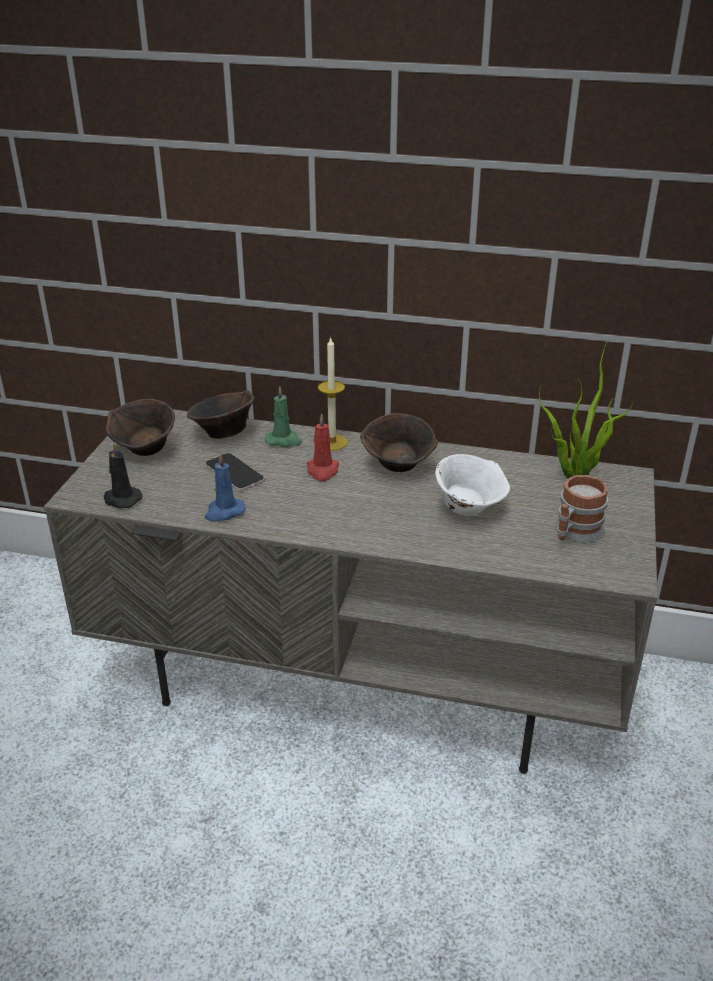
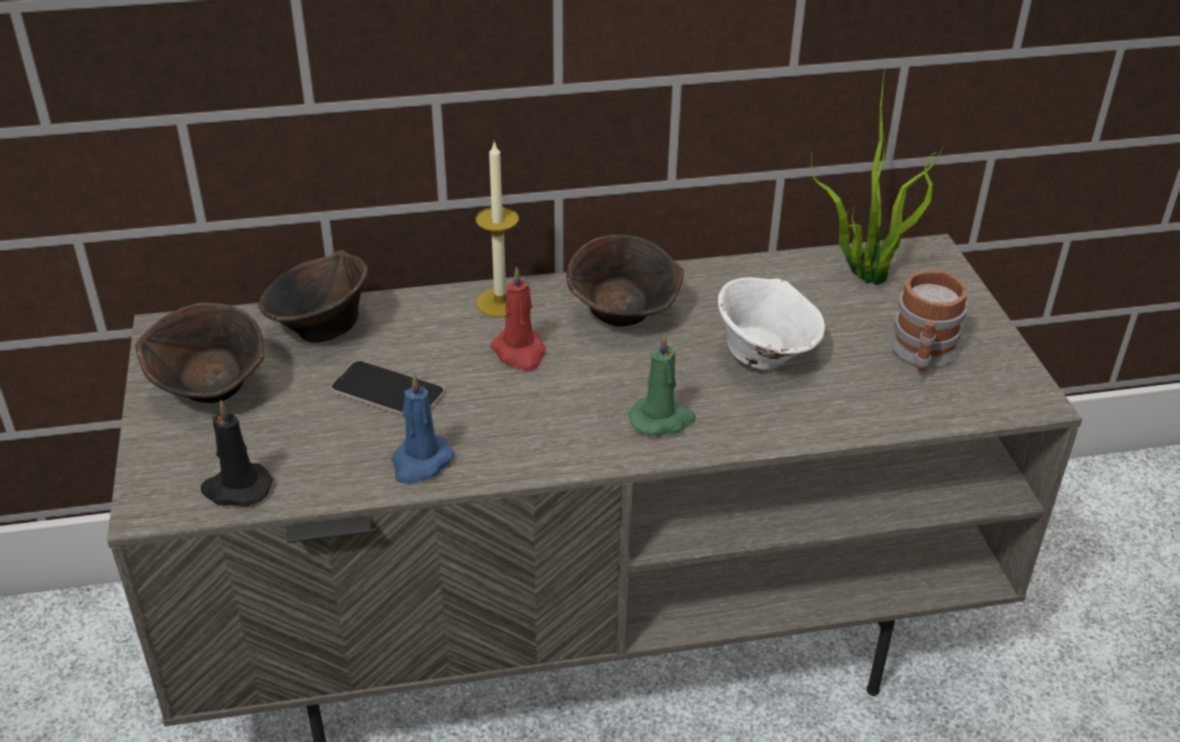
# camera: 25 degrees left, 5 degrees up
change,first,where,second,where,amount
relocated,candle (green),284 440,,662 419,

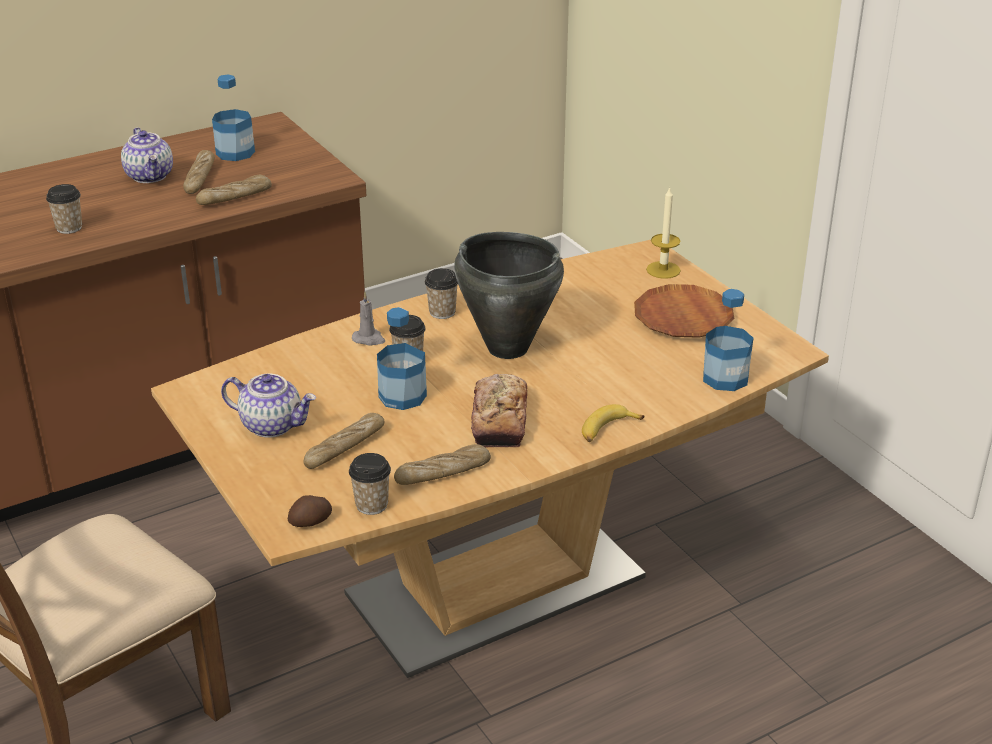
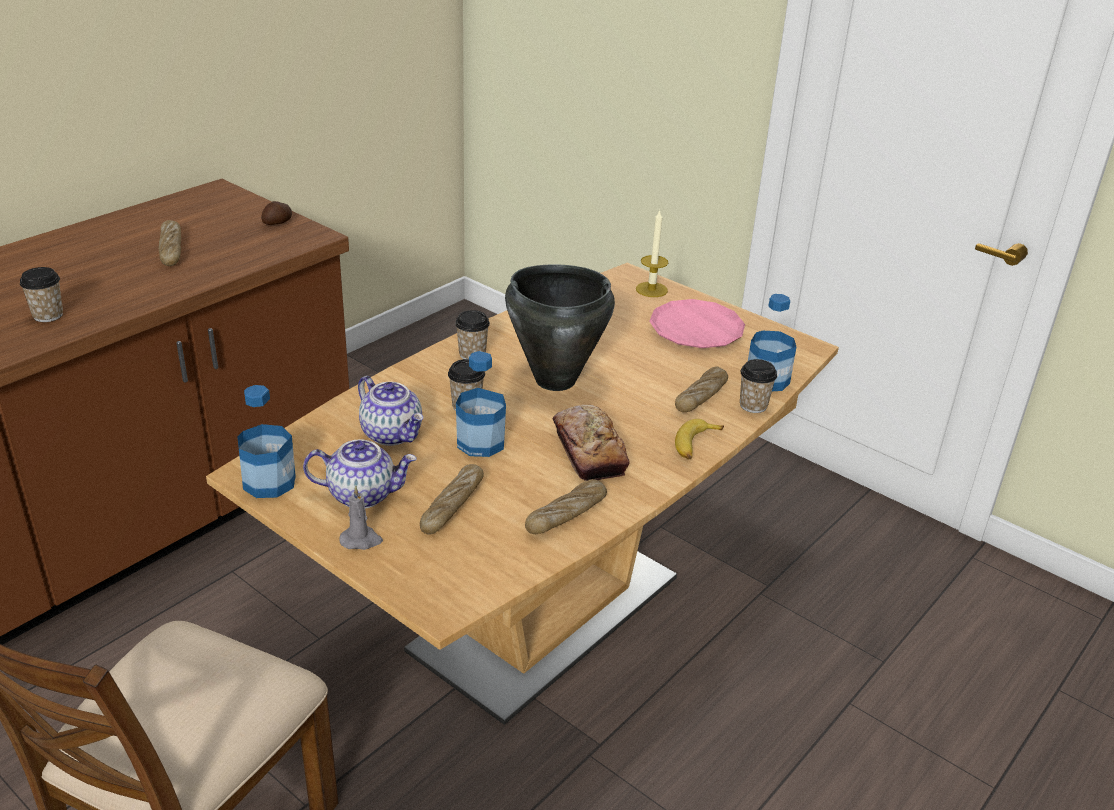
# camera: 20 degrees left, 0 degrees up
change,first,where,second,where,amount
relocated,bottle,235 153,,269 482,
relocated,potato,311 522,,278 223,
relocated,candle (grey),369 339,,361 540,
relocated,teapot,150 176,,393 434,
colour,plate (brown),683 318,plate (pink),696 330,
relocated,bread,235 197,,701 396,
relocated,cup,371 505,,753 405,

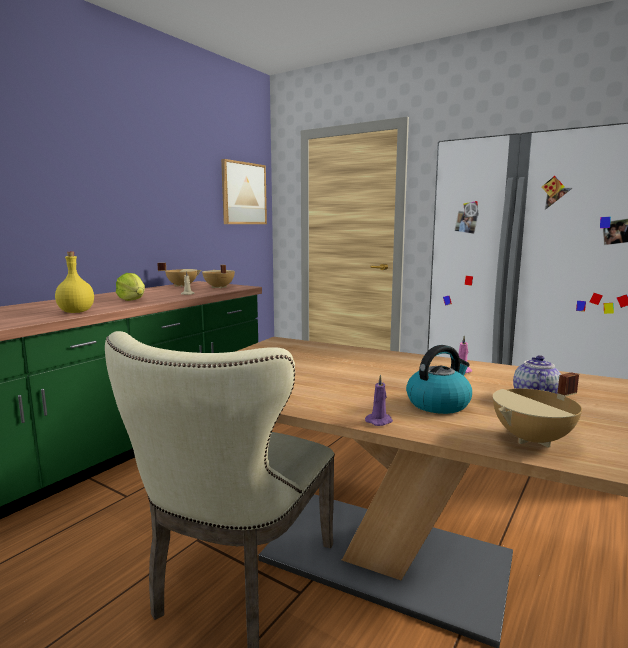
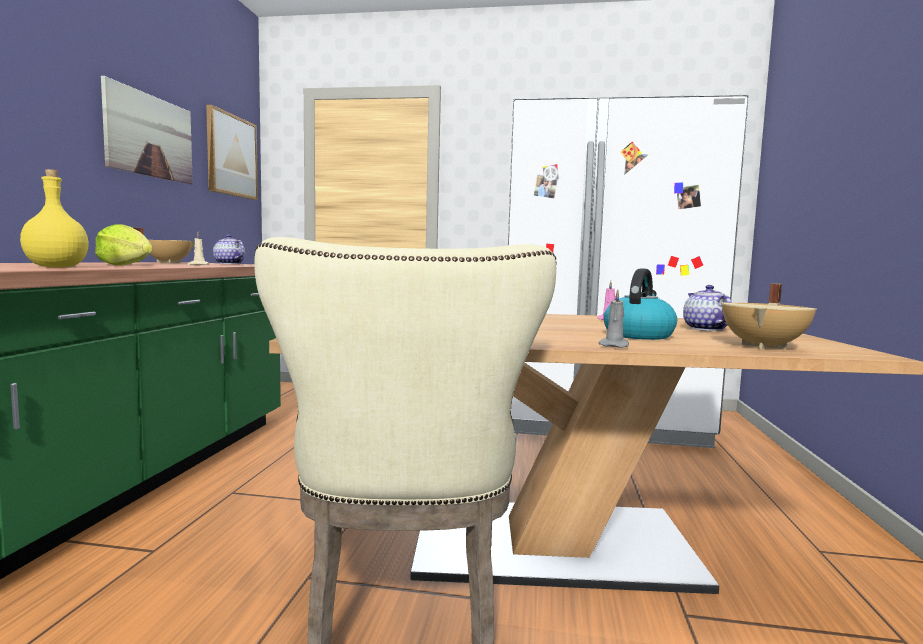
# camera: 25 degrees left, 5 degrees down
change,first,where,second,where,amount
appeared,,,picture,150 136,
exchanged,cooking pot (beige),218 287,teapot,228 264,
colour,candle (purple),379 421,candle (grey),614 346,

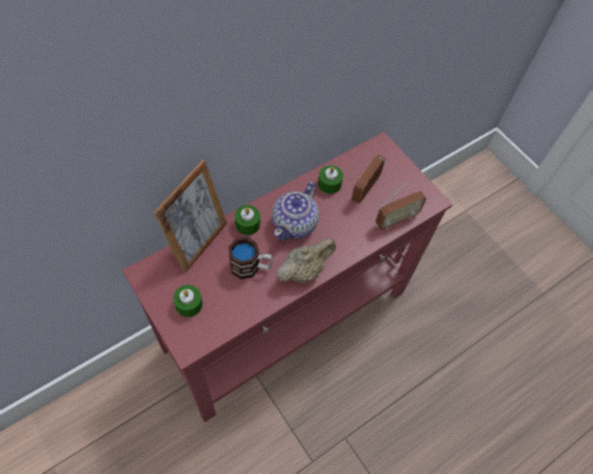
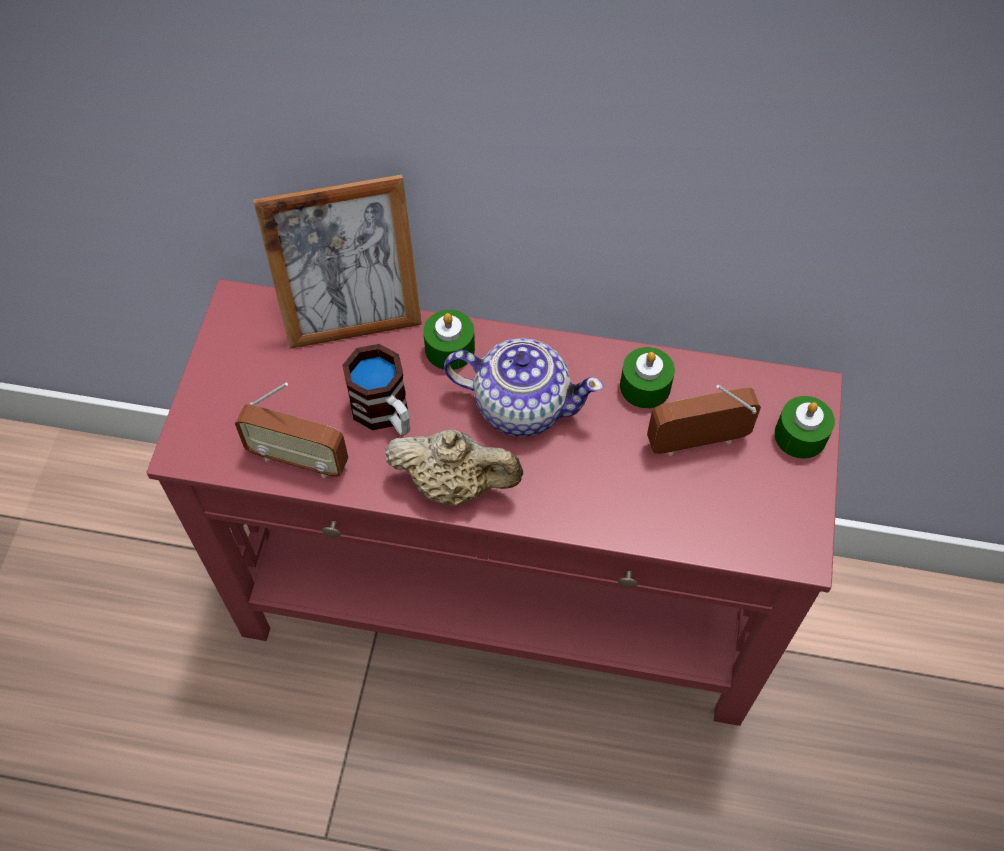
# camera: 50 degrees right, 0 degrees up
change,first,where,second,where,amount
relocated,radio,396 219,,298 459,
spun,teapot,295 224,,520 405,150 degrees counterclockwise
relocated,candle (green),189 304,,800 435,

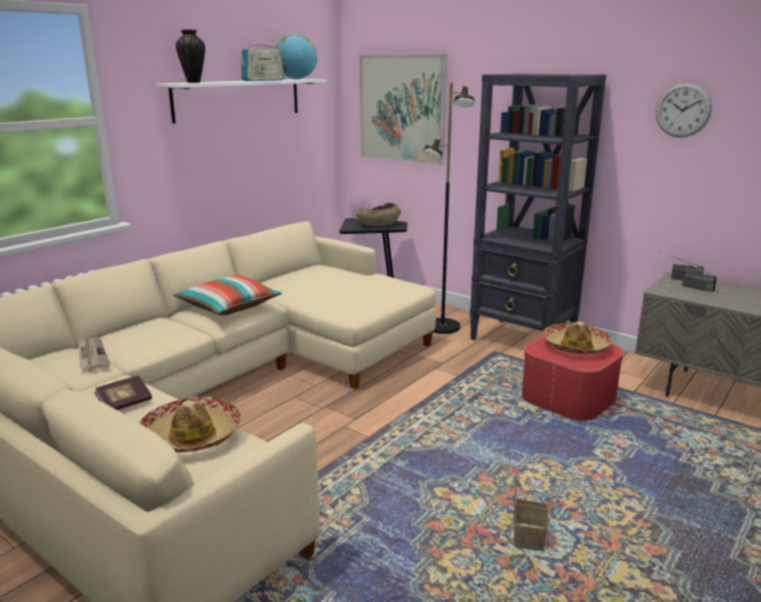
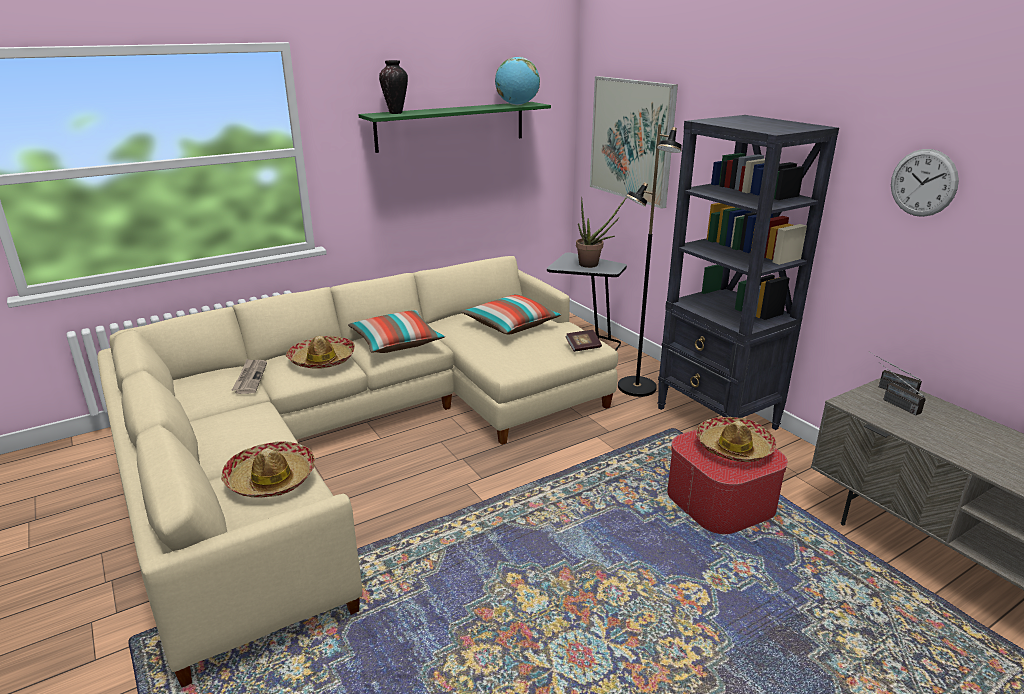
# camera: 20 degrees right, 5 degrees up
change,first,where,second,where,amount
appeared,,,hat,322 360,
colour,shelf (white),238 99,shelf (green),451 126,
appeared,,,pillow,511 325,
relocated,book,125 403,,583 347,
exchanged,bowl (brown),378 224,potted plant,593 265,
missing,radio,263 80,,,
missing,basket,529 538,,,

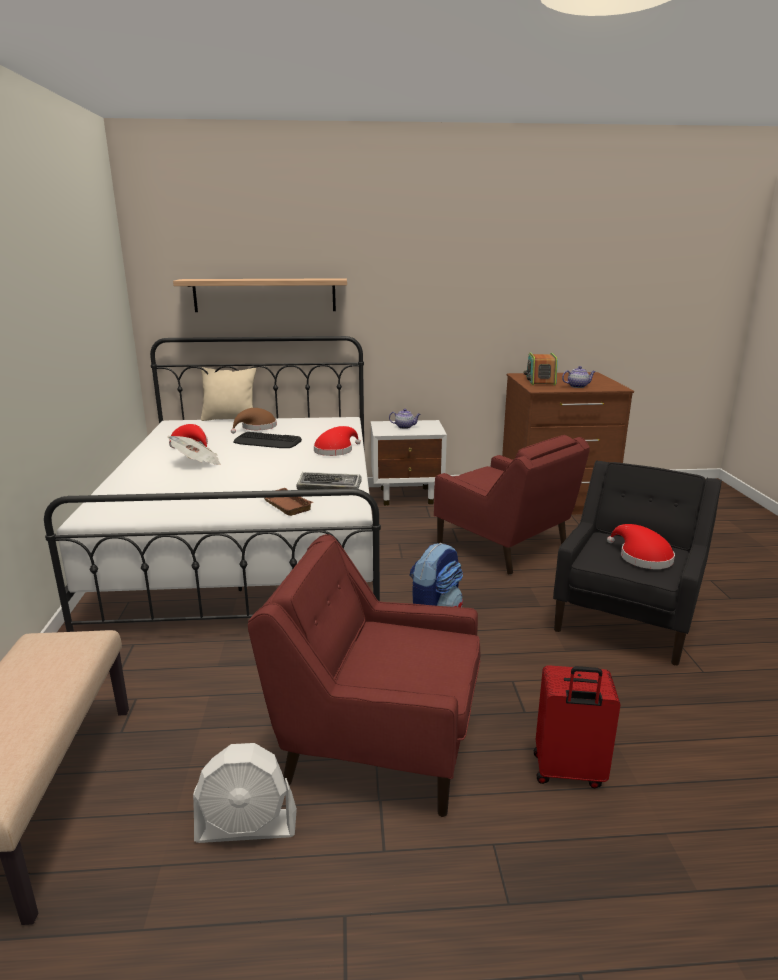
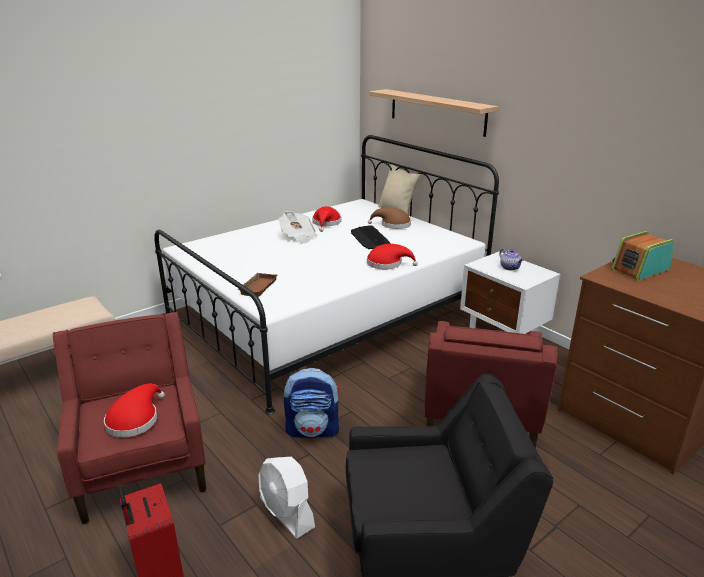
# camera: 55 degrees right, 5 degrees up
change,first,where,second,where,amount
relocated,hat (red),642 557,,135 419,
relocated,fan (white),247 826,,286 513,
missing,keyboard,330 487,,,
missing,teapot,578 386,,,

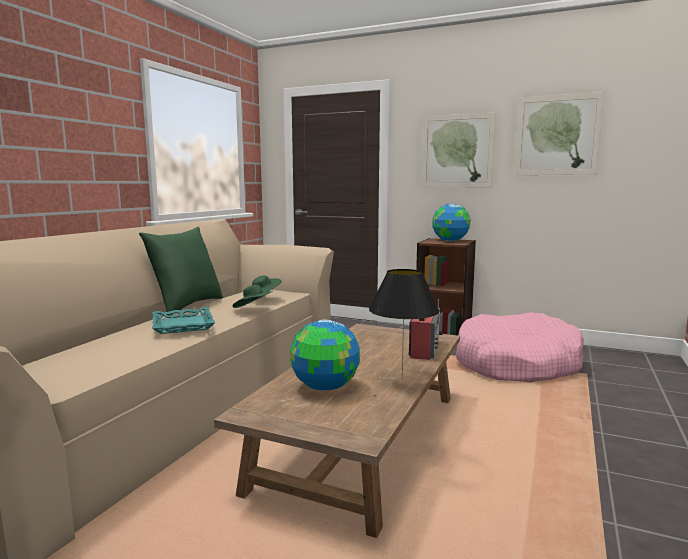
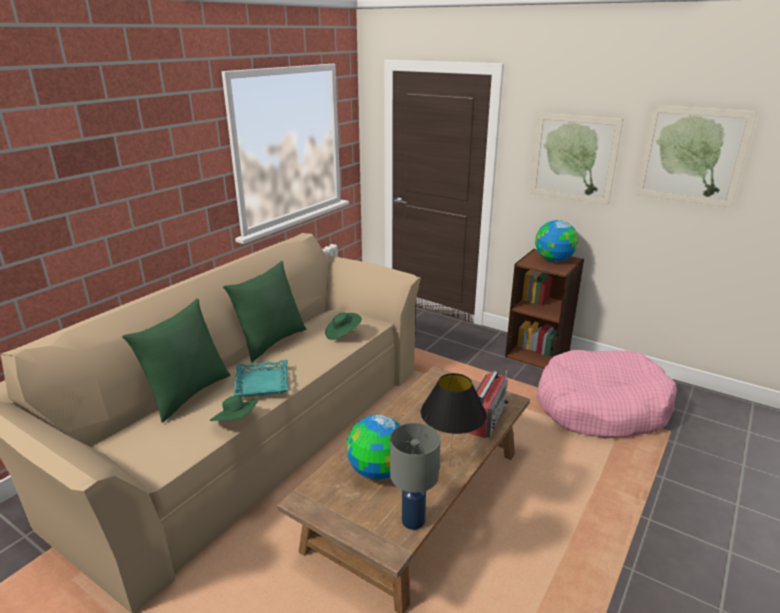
# camera: 10 degrees right, 15 degrees up
change,first,where,second,where,amount
appeared,,,pillow (green),187 394,
relocated,hat (green),254 309,,236 421,
appeared,,,table lamp (grey),412 521,

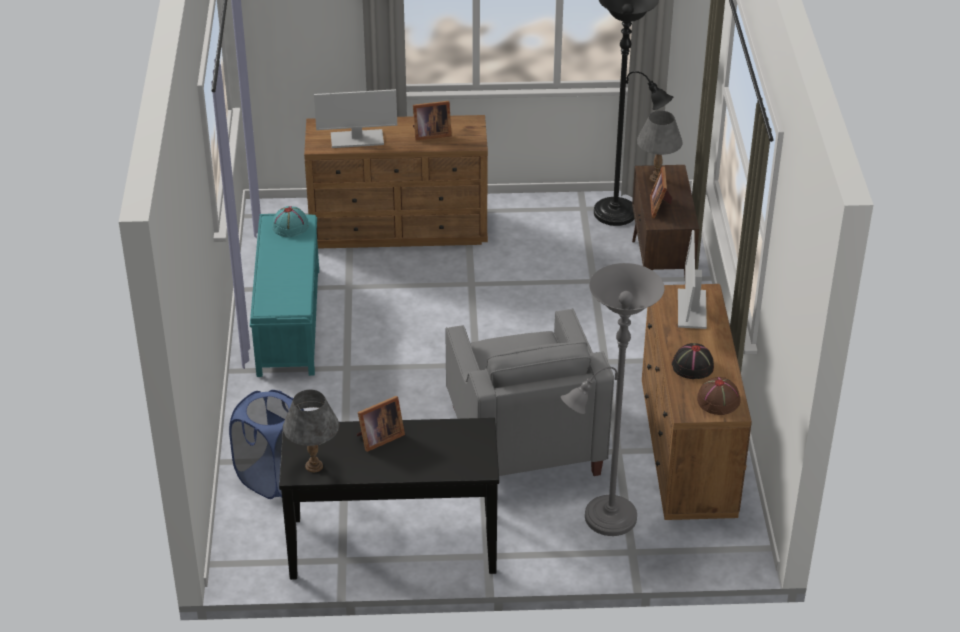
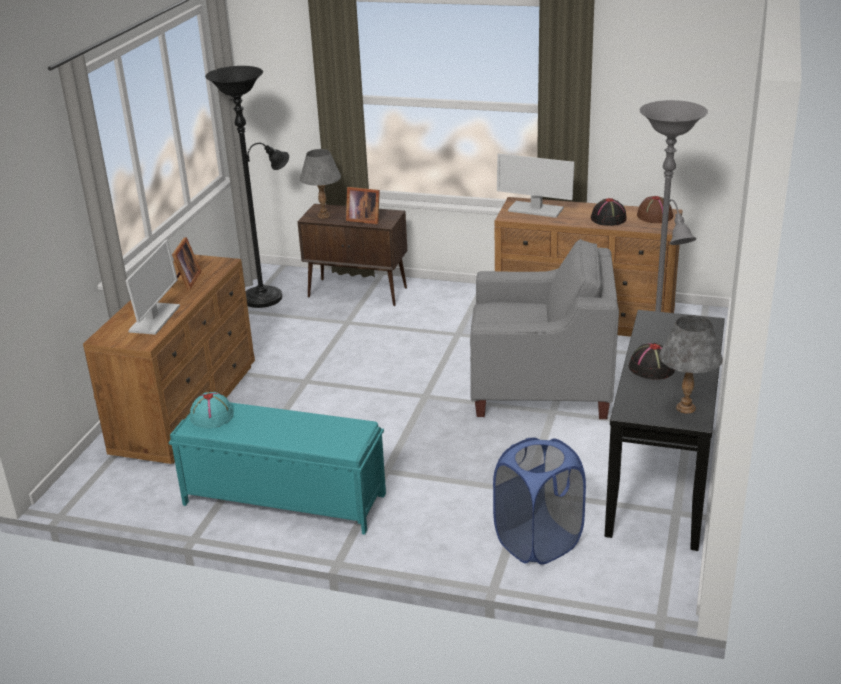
# camera: 70 degrees left, 10 degrees down
change,first,where,second,where,amount
exchanged,picture frame,378 438,hat (black),651 368,

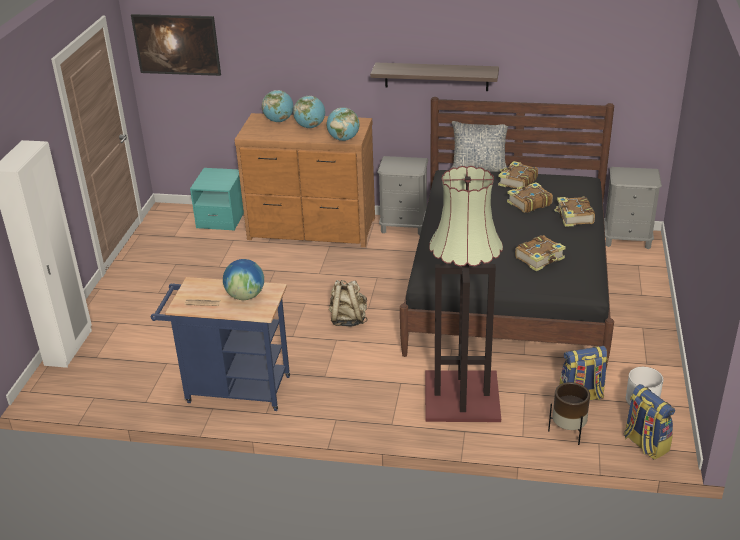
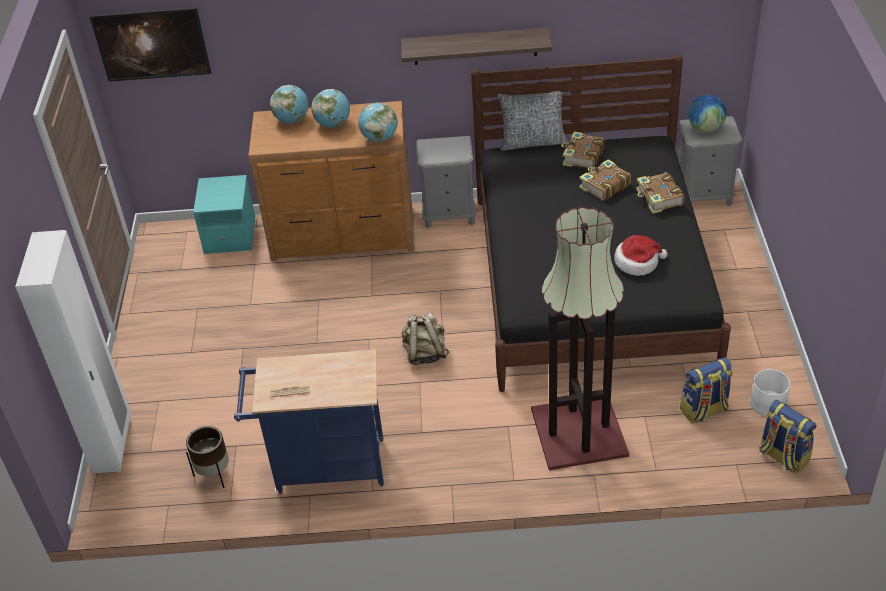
# camera: 10 degrees left, 10 degrees up
change,first,where,second,where,amount
relocated,planter (brown),568 432,,214 474,
exchanged,book,540 258,hat,638 262,
relocated,globe,245 296,,705 128,

